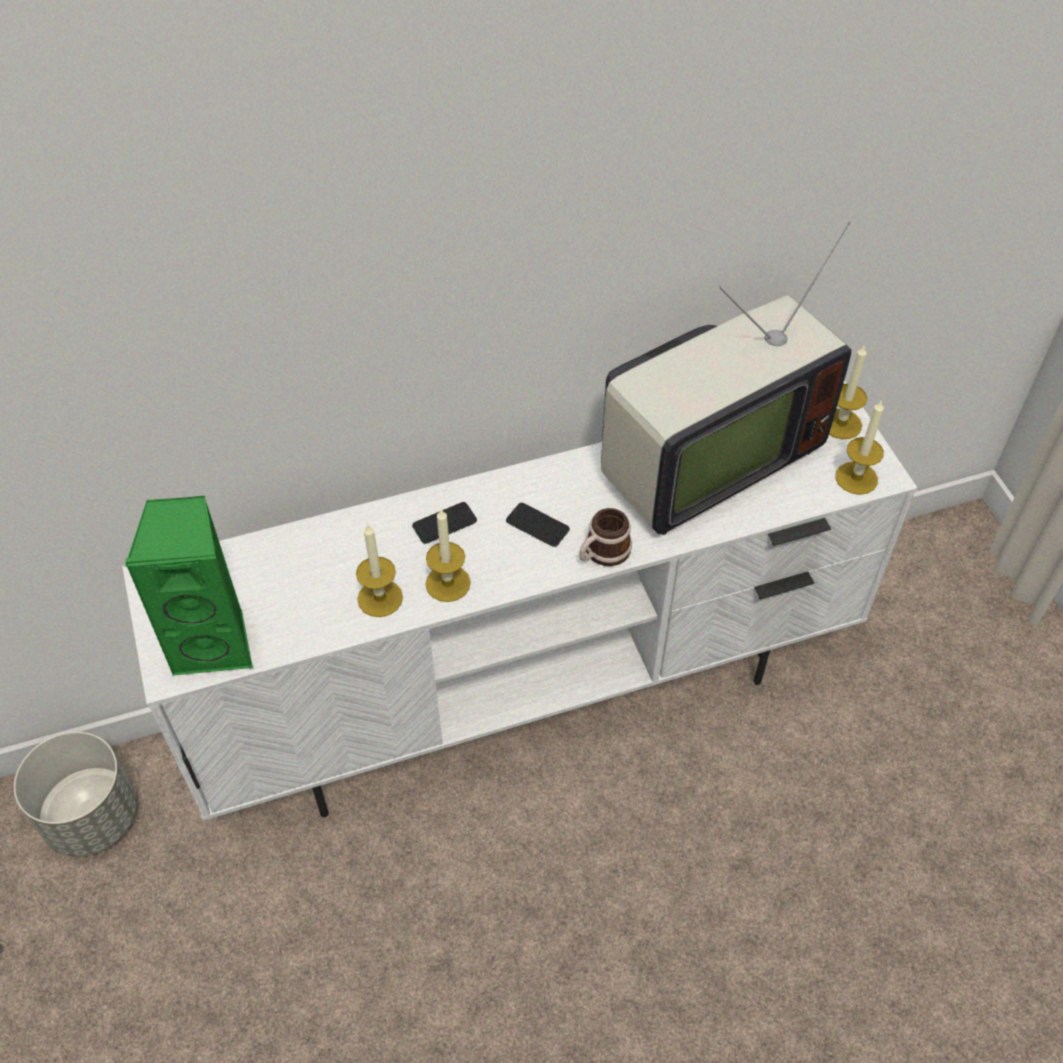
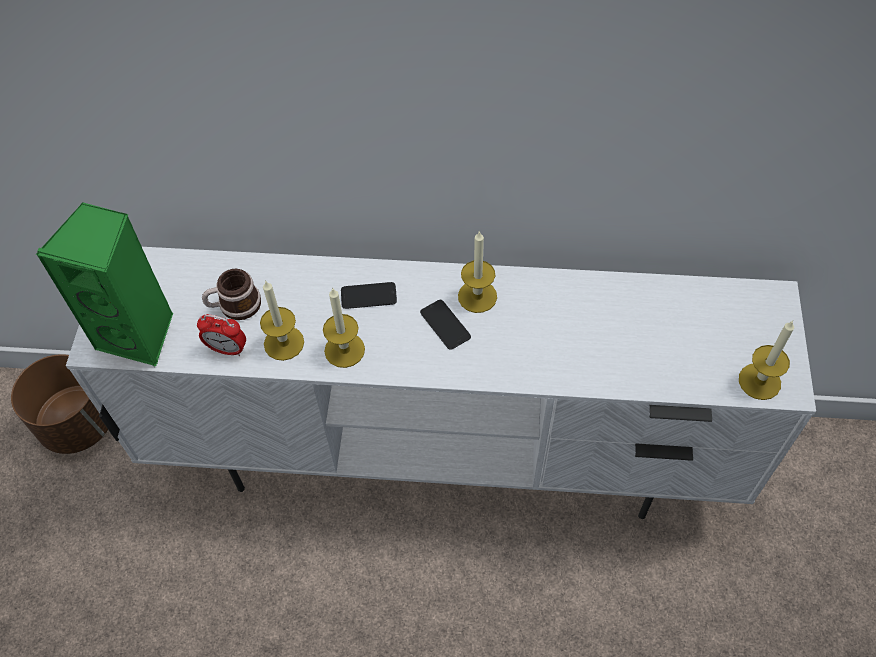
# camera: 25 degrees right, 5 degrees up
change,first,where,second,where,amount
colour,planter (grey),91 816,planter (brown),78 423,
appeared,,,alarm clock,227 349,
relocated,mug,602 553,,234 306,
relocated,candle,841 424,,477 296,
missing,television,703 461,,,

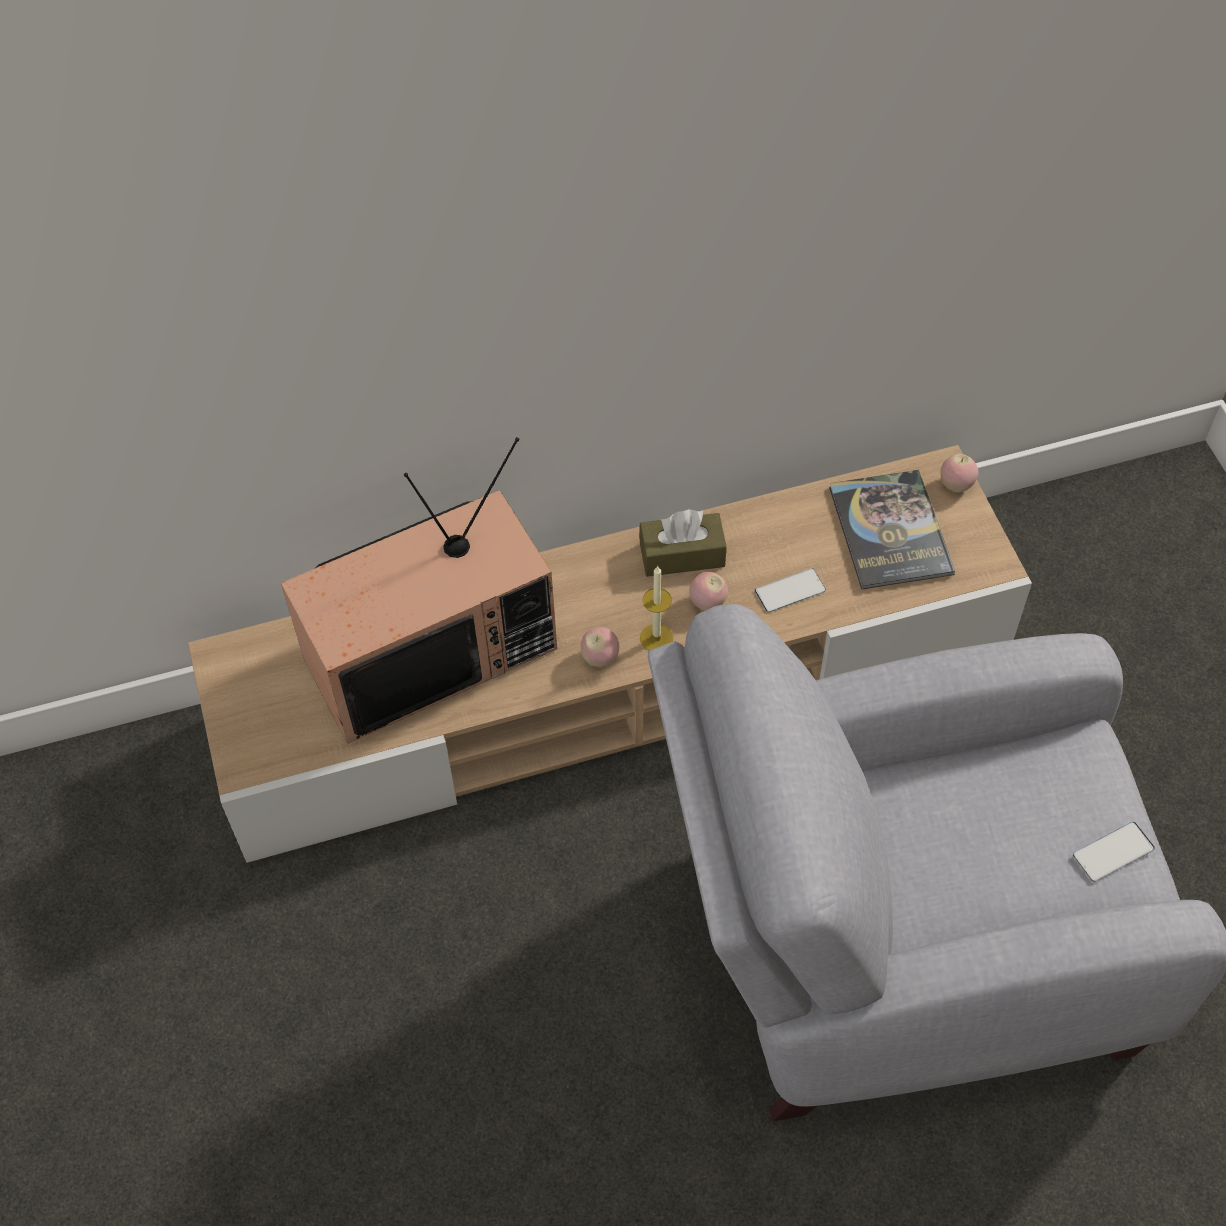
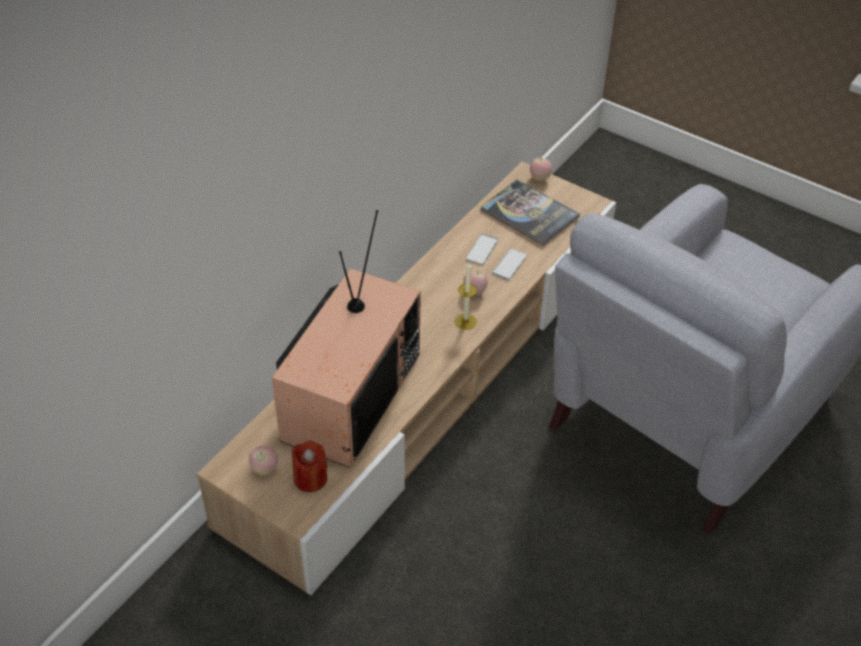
# camera: 40 degrees left, 10 degrees down
change,first,where,second,where,amount
relocated,apple,600 658,,264 469,
appeared,,,candle (red),310 478,
relocated,phone,1113 852,,482 249,
missing,tissue box (brown),682 555,,,

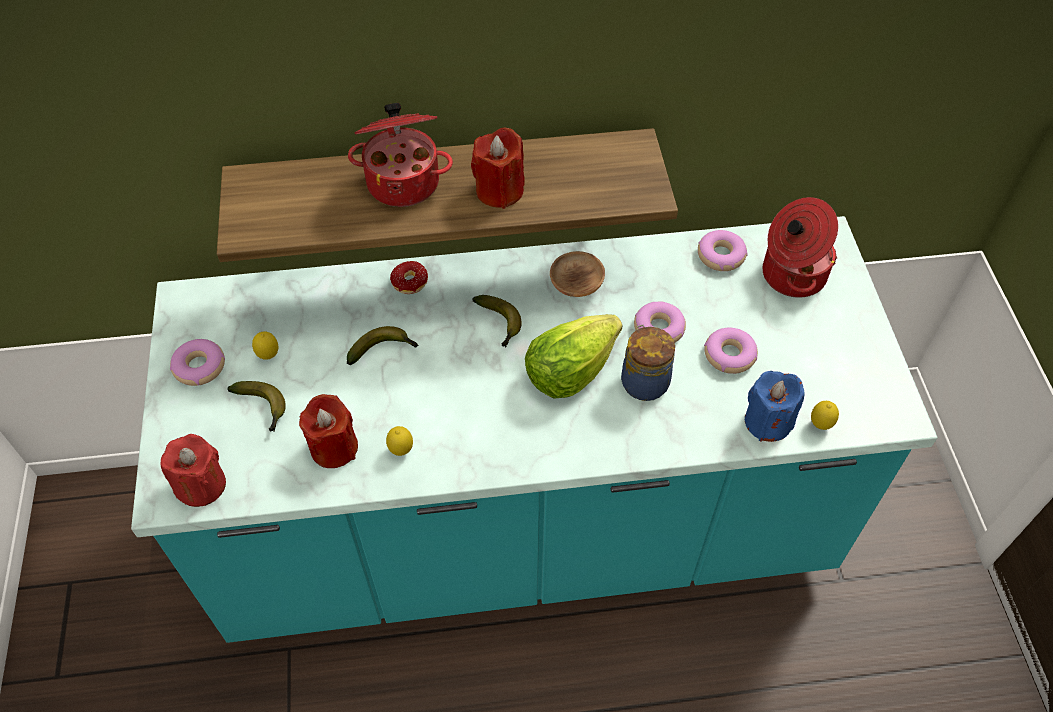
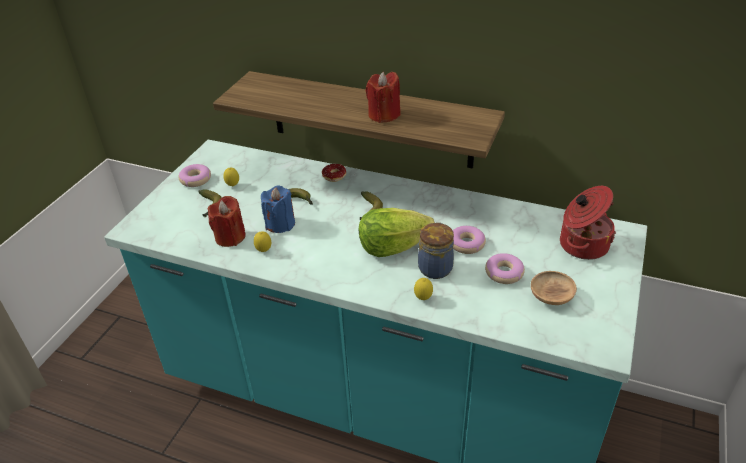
# camera: 30 degrees right, 15 degrees down
change,first,where,second,where,amount
relocated,candle (blue),768 422,,280 224,
relocated,lemon,820 425,,423 298,
relocated,bowl (brown),576 285,,551 297,
missing,candle (red),201 485,,,
missing,cooking pot,403 181,,,
missing,donut,721 256,,,

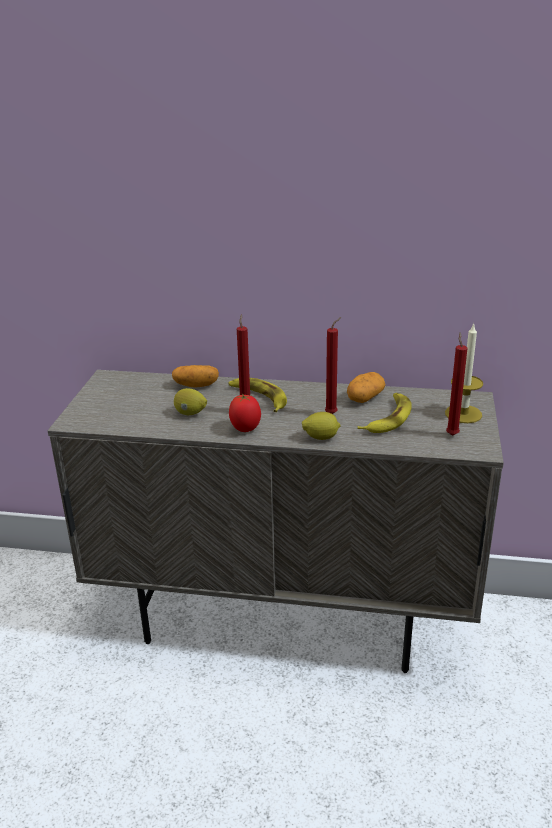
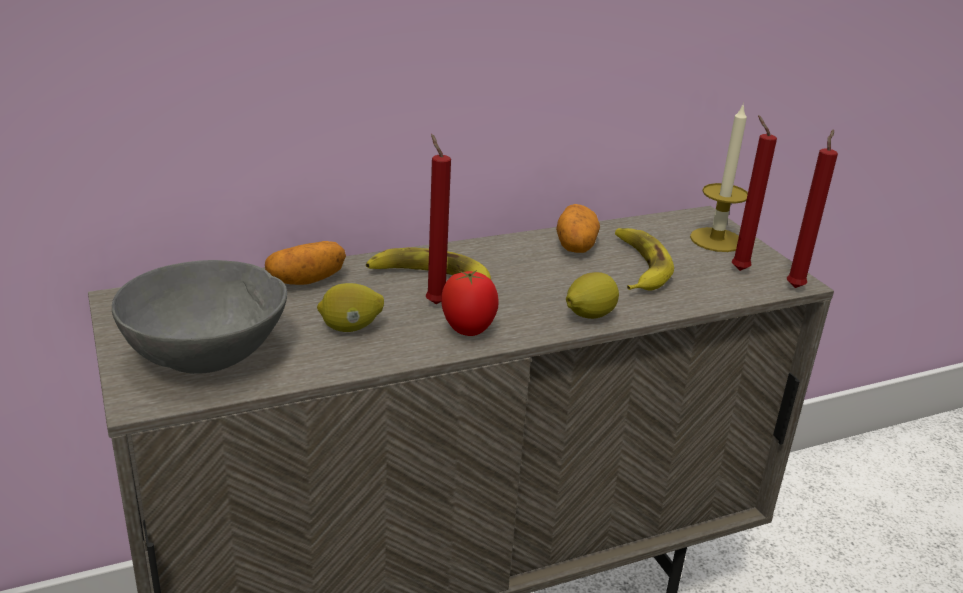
# camera: 35 degrees left, 0 degrees up
change,first,where,second,where,amount
appeared,,,bowl (grey),206 354,
relocated,candle (red),332 414,,795 286,

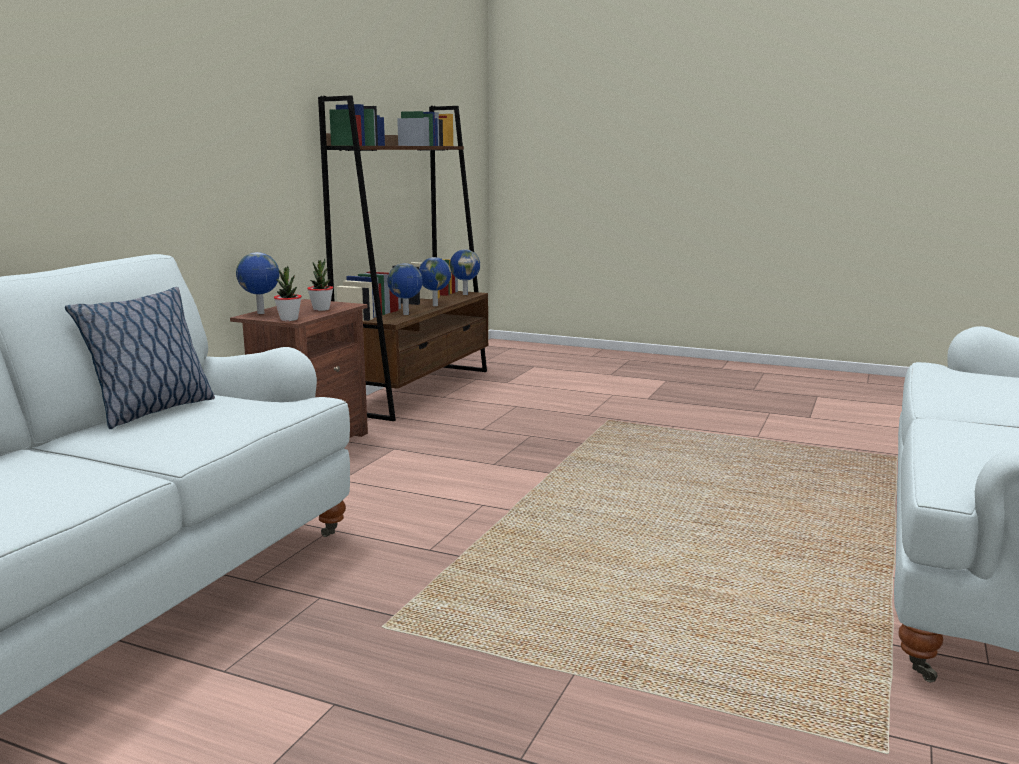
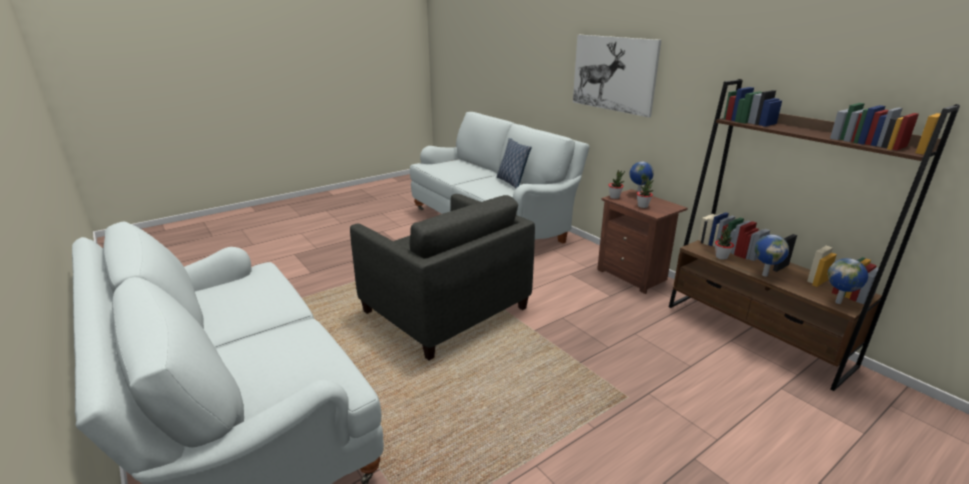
# camera: 120 degrees right, 10 degrees up
change,first,where,second,where,amount
appeared,,,armchair (grey),445 310,
appeared,,,picture,613 74,
exchanged,globe,406 314,potted plant,721 257,

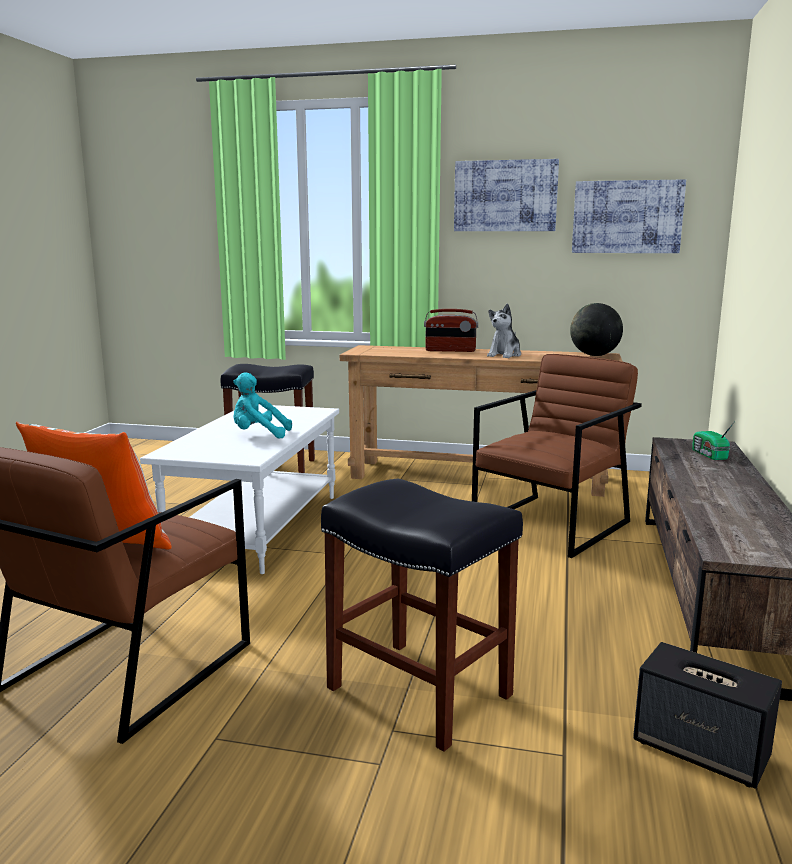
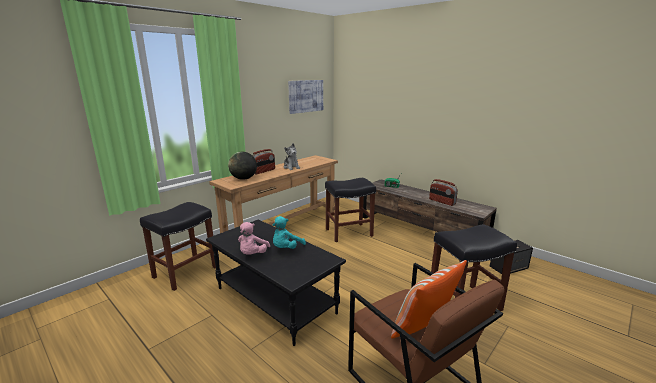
# camera: 60 degrees left, 5 degrees up
change,first,where,second,where,amount
colour,coffee table (white),256 527,coffee table (black),274 301,
relocated,globe,594 355,,243 179,
appeared,,,plush toy (pink),252 254,
exchanged,armchair (brown),552 524,stool (black),349 232,
appeared,,,radio,442 202,
missing,picture,505 196,,,

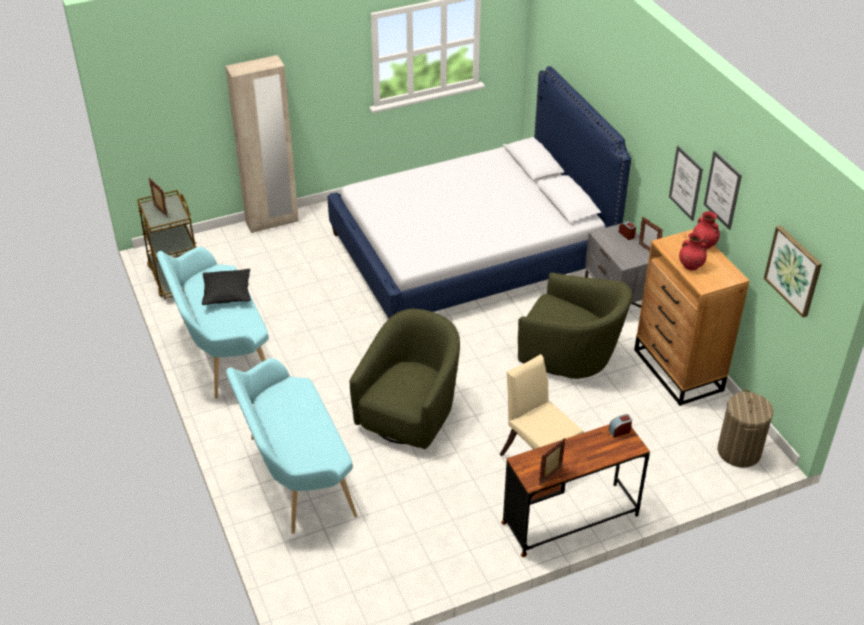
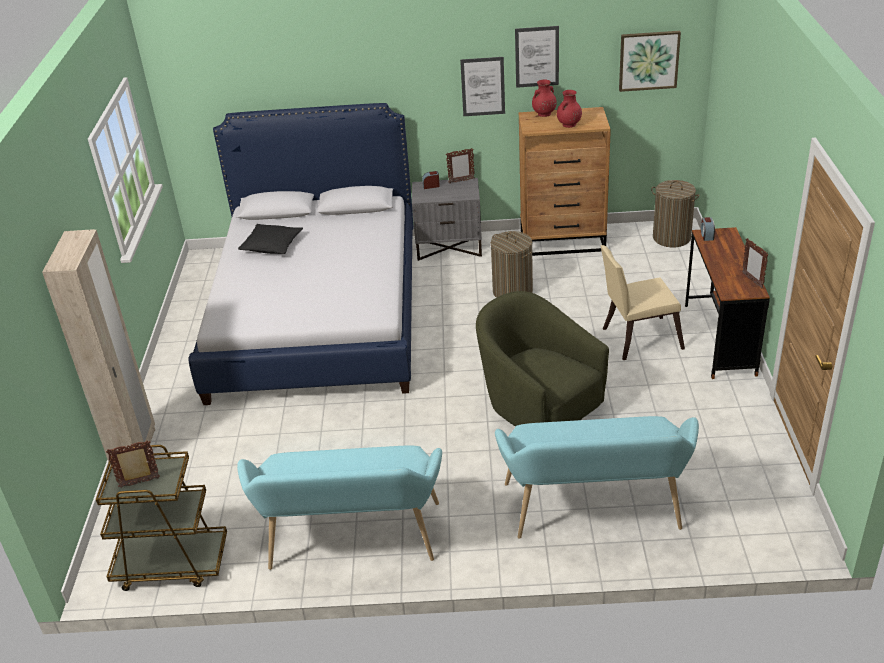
# camera: 65 degrees left, 5 degrees down
change,first,where,second,where,amount
relocated,pillow (black),227 293,,272 246,
exchanged,armchair (green),570 357,laundry basket,512 291,

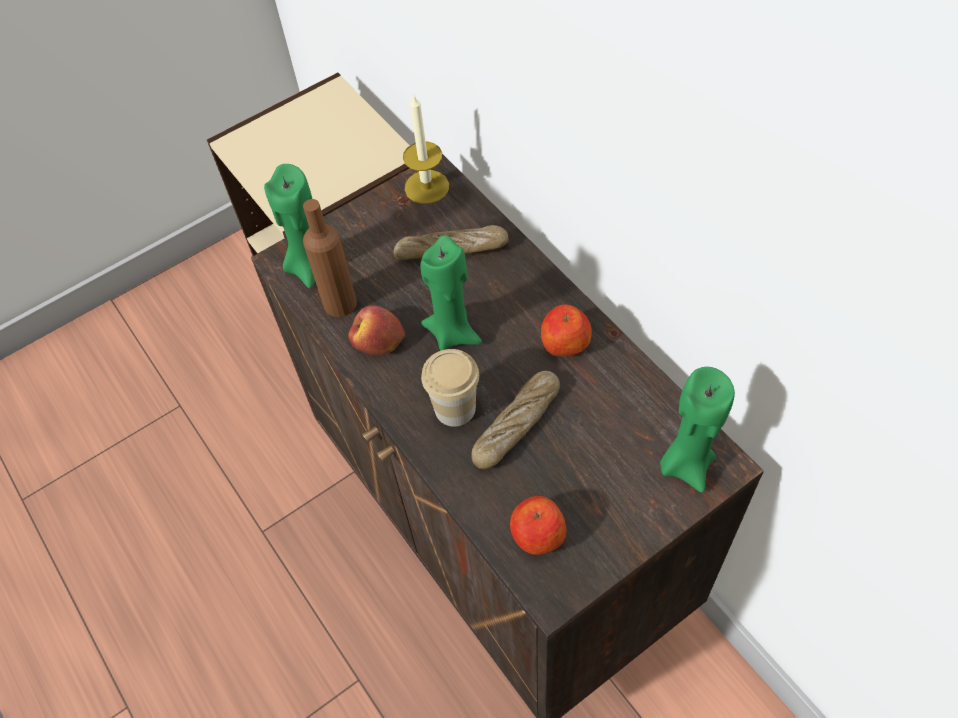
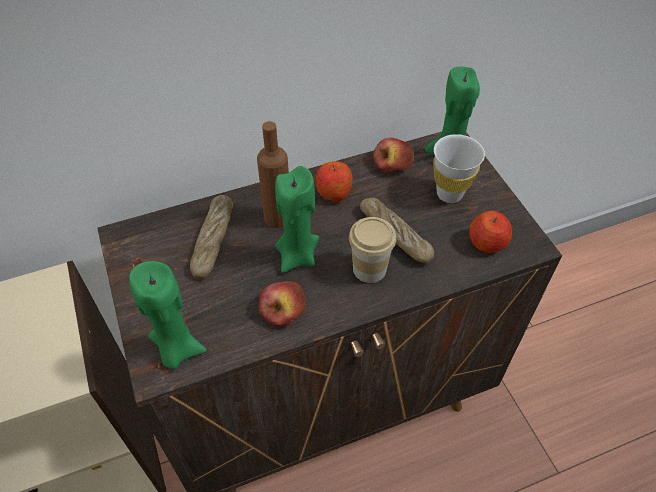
# camera: 80 degrees left, 5 degrees down
change,first,where,second,where,amount
relocated,bottle (brown),340 303,,278 217,
appeared,,,apple,392 163,
appeared,,,cup (white),449 194,
missing,candle,427 187,,,

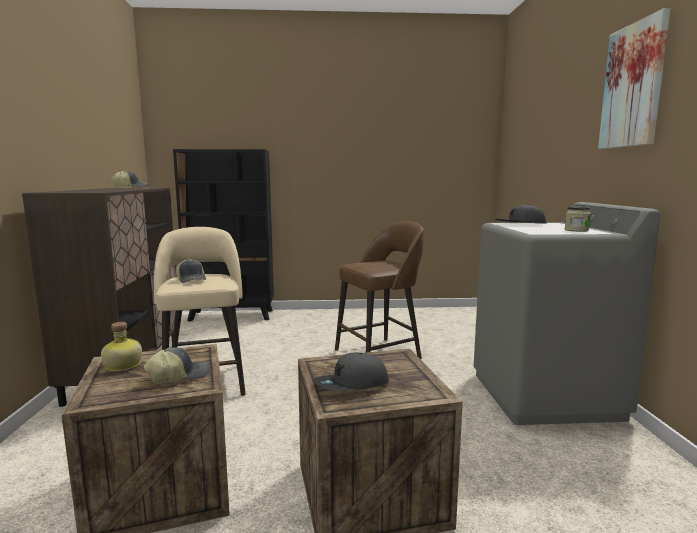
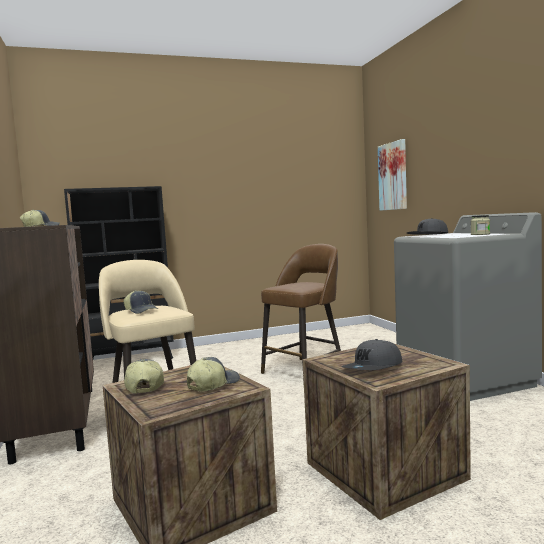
# camera: 15 degrees left, 5 degrees down
change,first,where,second,where,amount
exchanged,bottle,121 366,cap,144 386,
relocated,picture,633 86,,393 176,

